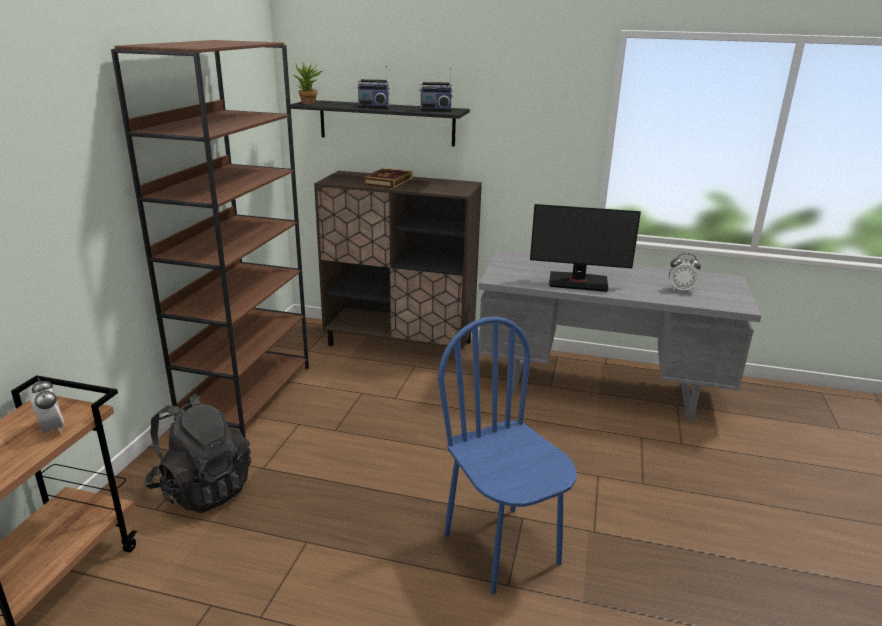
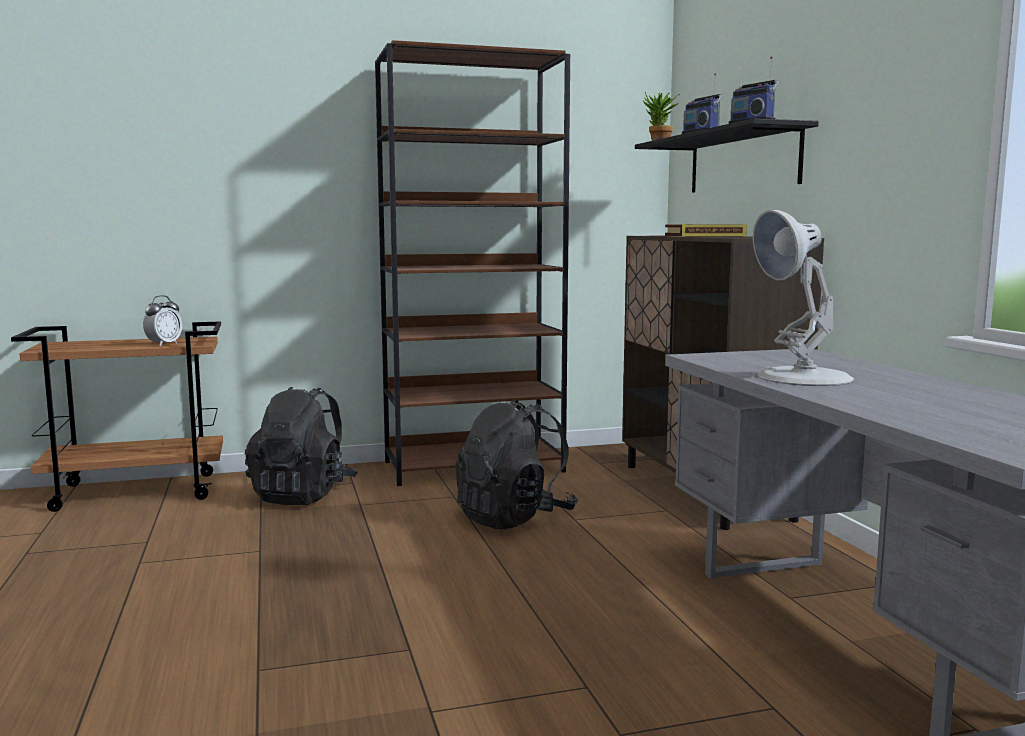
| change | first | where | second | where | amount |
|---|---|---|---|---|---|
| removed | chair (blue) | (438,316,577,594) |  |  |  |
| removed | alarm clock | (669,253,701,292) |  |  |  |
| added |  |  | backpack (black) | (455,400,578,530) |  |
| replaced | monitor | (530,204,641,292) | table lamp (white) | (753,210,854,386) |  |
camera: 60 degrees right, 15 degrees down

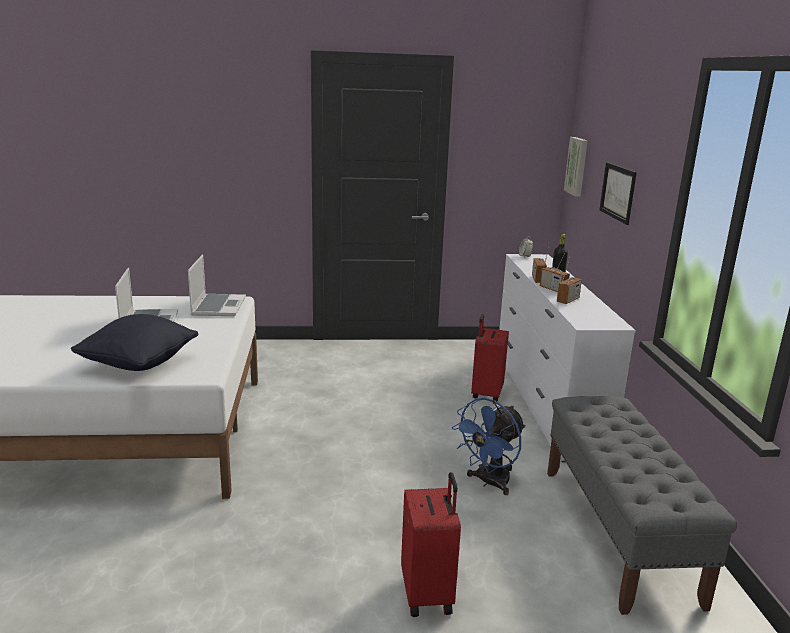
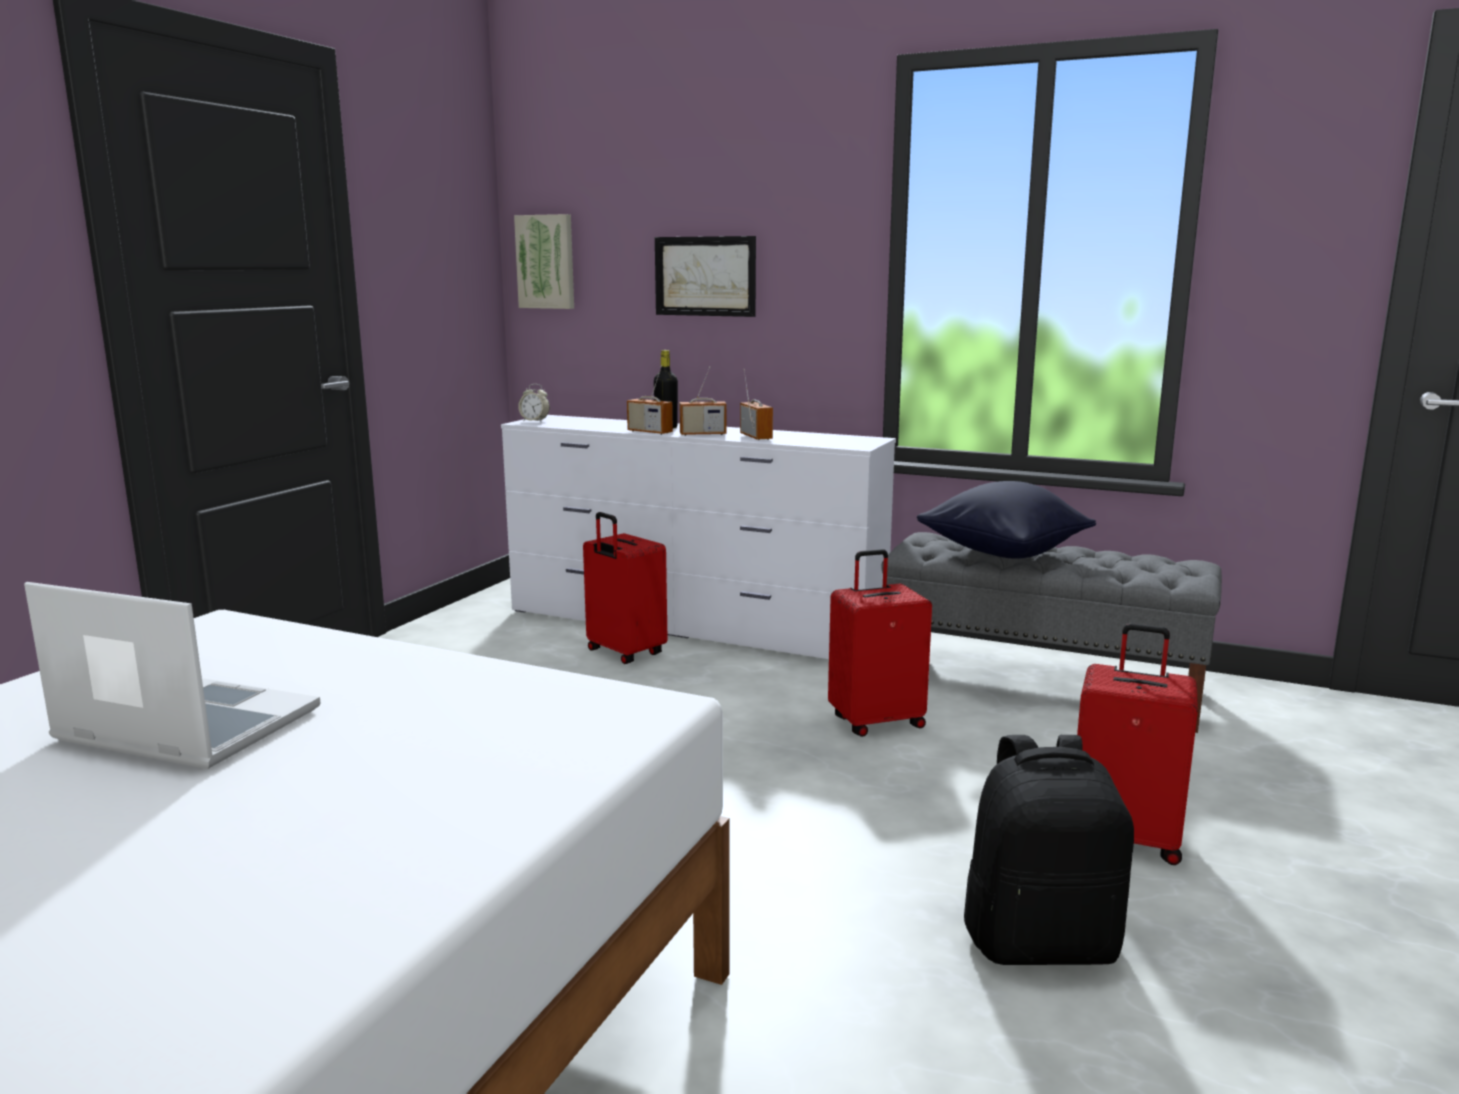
| change | first | where | second | where | amount |
|---|---|---|---|---|---|
| removed | laptop | (188,254,246,316) |  |  |  |
| added |  |  | backpack (black) | (964,735,1134,965) |  |
| moved | pillow (black) | (71,314,199,371) |  | (917,481,1096,559) |  |
| replaced | fan (blue) | (452,398,526,495) | suitcase (red) | (828,549,932,737) |  |
camera: 60 degrees left, 5 degrees down

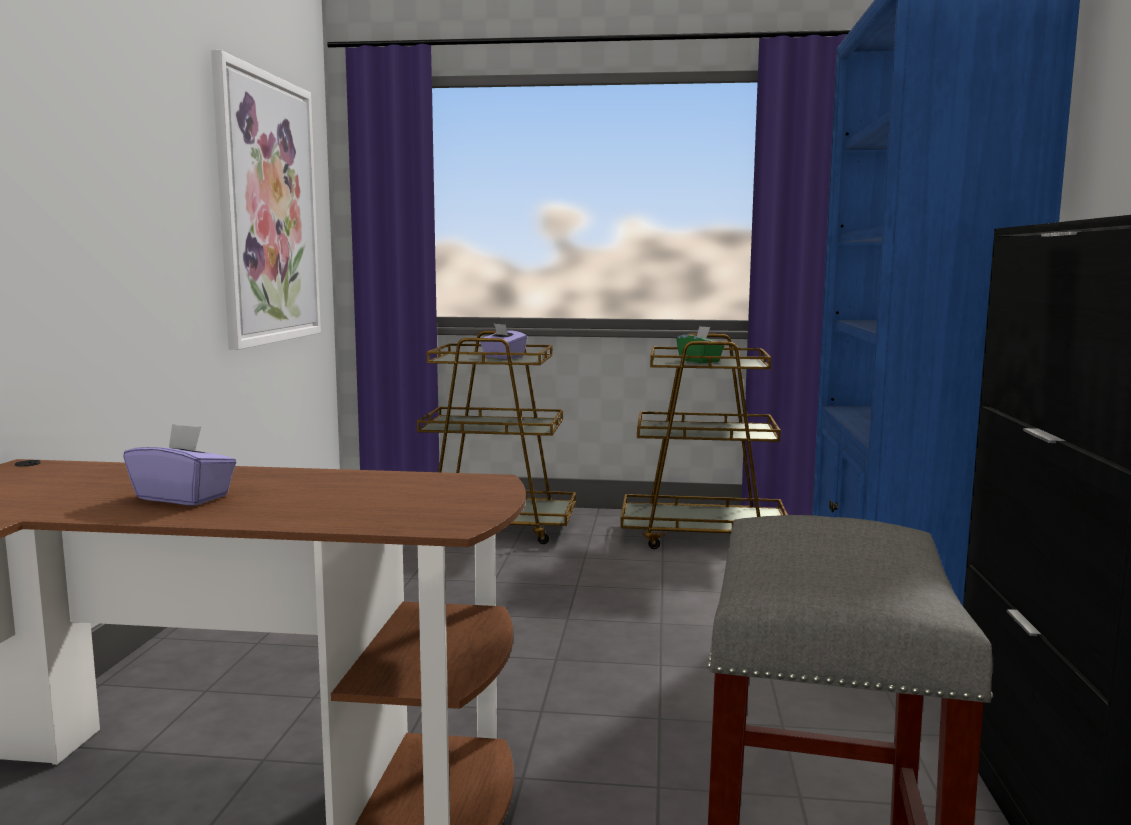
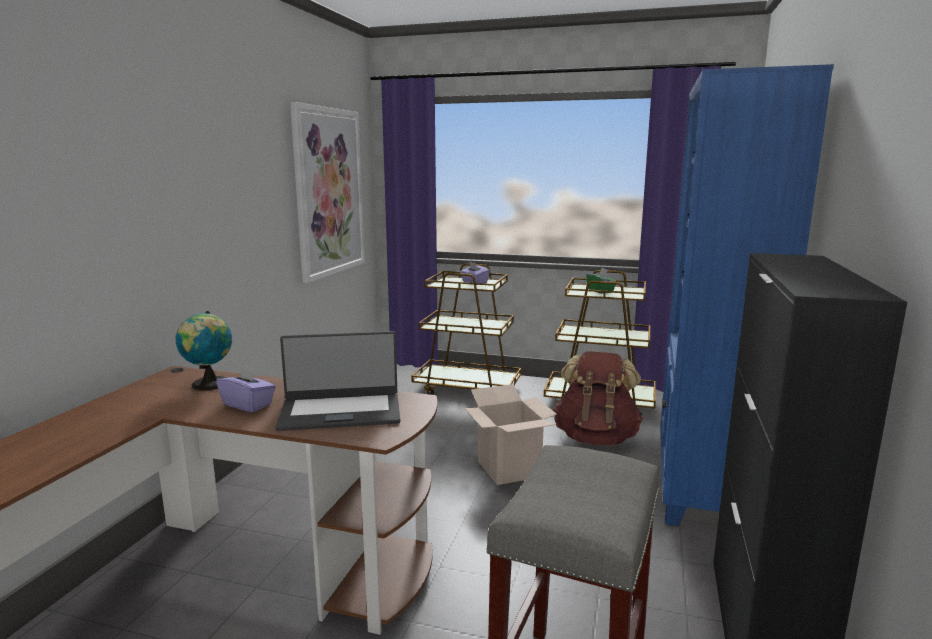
| change | first | where | second | where | amount |
|---|---|---|---|---|---|
| added |  |  | globe | (176,311,232,390) |  |
| added |  |  | laptop | (275,331,400,431) |  |
| added |  |  | cardboard box | (465,384,557,485) |  |
| added |  |  | backpack (brown) | (553,351,643,446) |  |
camera: 10 degrees right, 5 degrees up

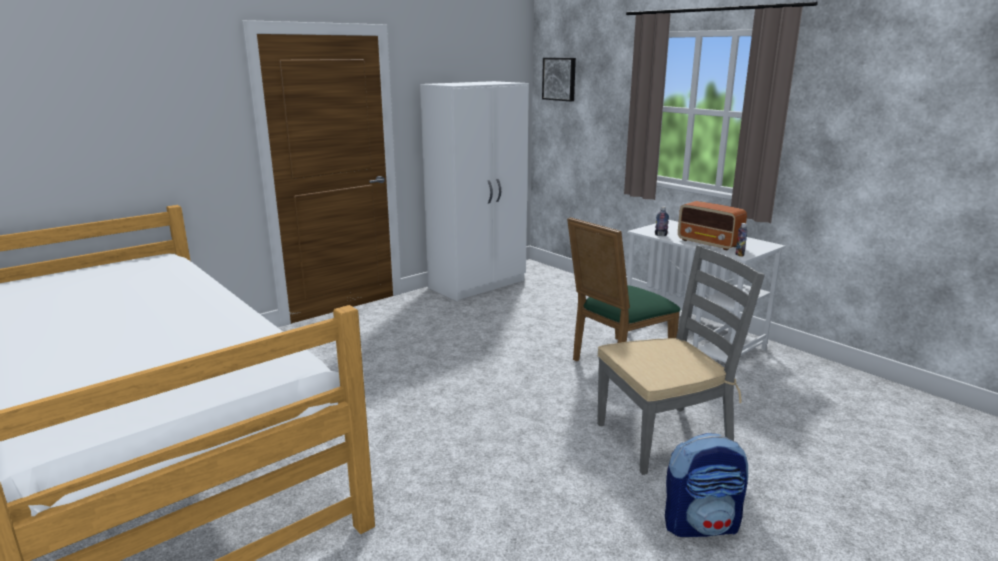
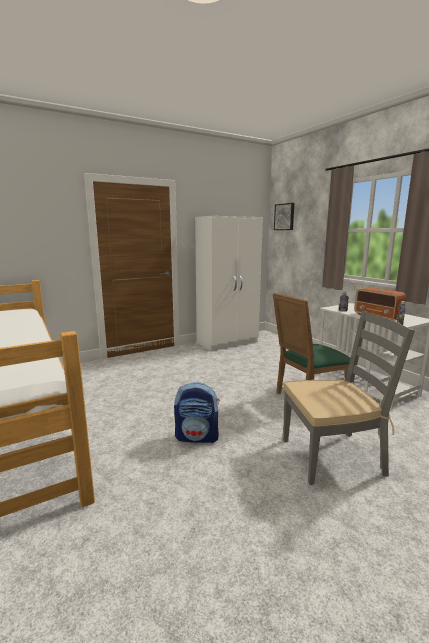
| change | first | where | second | where | amount |
|---|---|---|---|---|---|
| moved | backpack | (665,433,748,537) |  | (174,382,220,443) |  |
camera: 10 degrees right, 5 degrees down

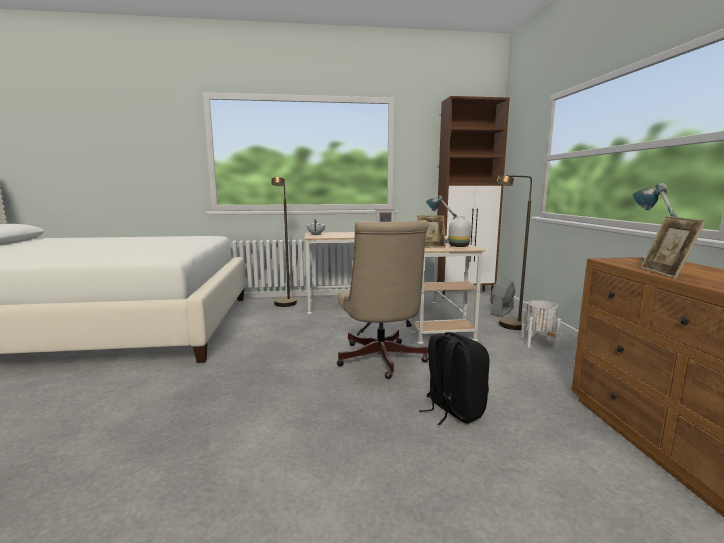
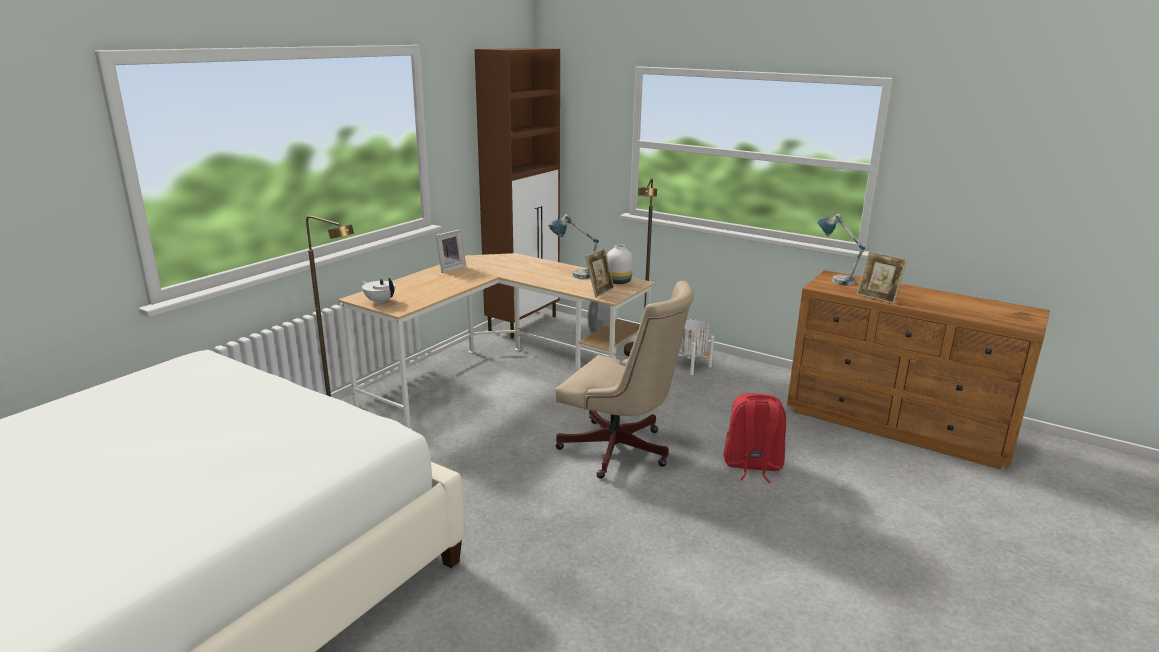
| change | first | where | second | where | amount |
|---|---|---|---|---|---|
| recoloured | backpack (black) | (419,332,489,425) | backpack (red) | (724,393,786,483) |  |
camera: 50 degrees left, 10 degrees up

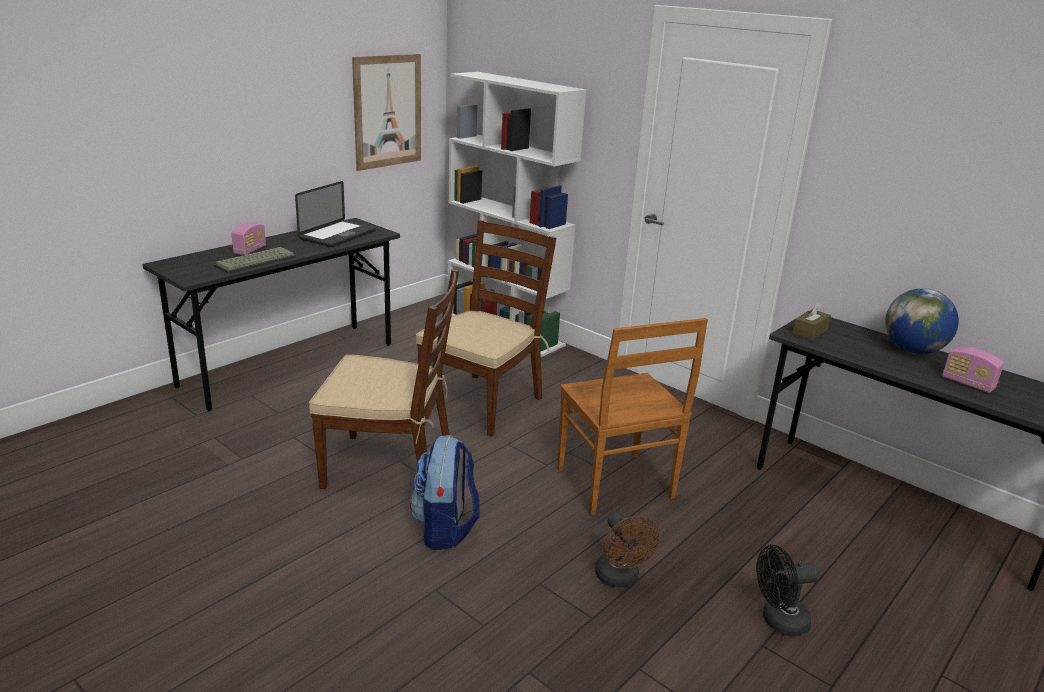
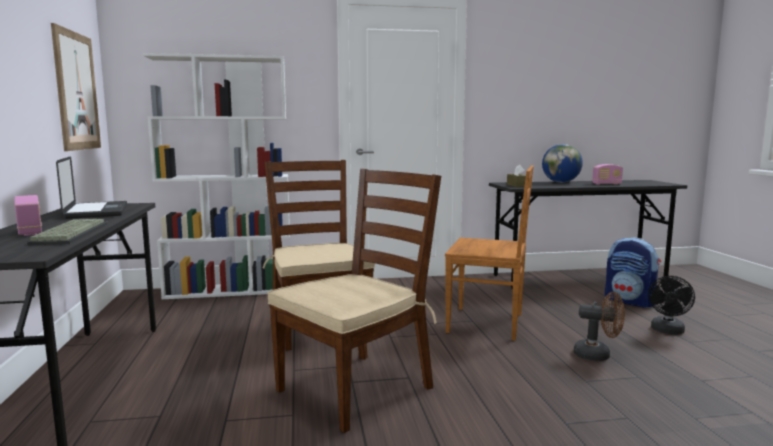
| change | first | where | second | where | amount |
|---|---|---|---|---|---|
| moved | backpack | (410,435,480,550) |  | (605,237,661,308) |  |
camera: 50 degrees left, 15 degrees down

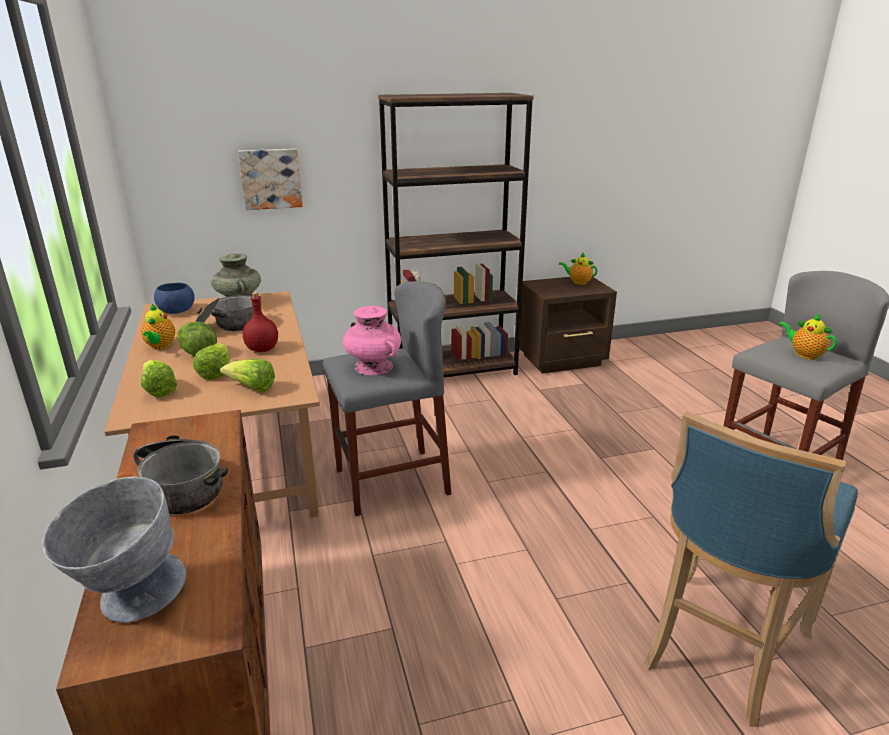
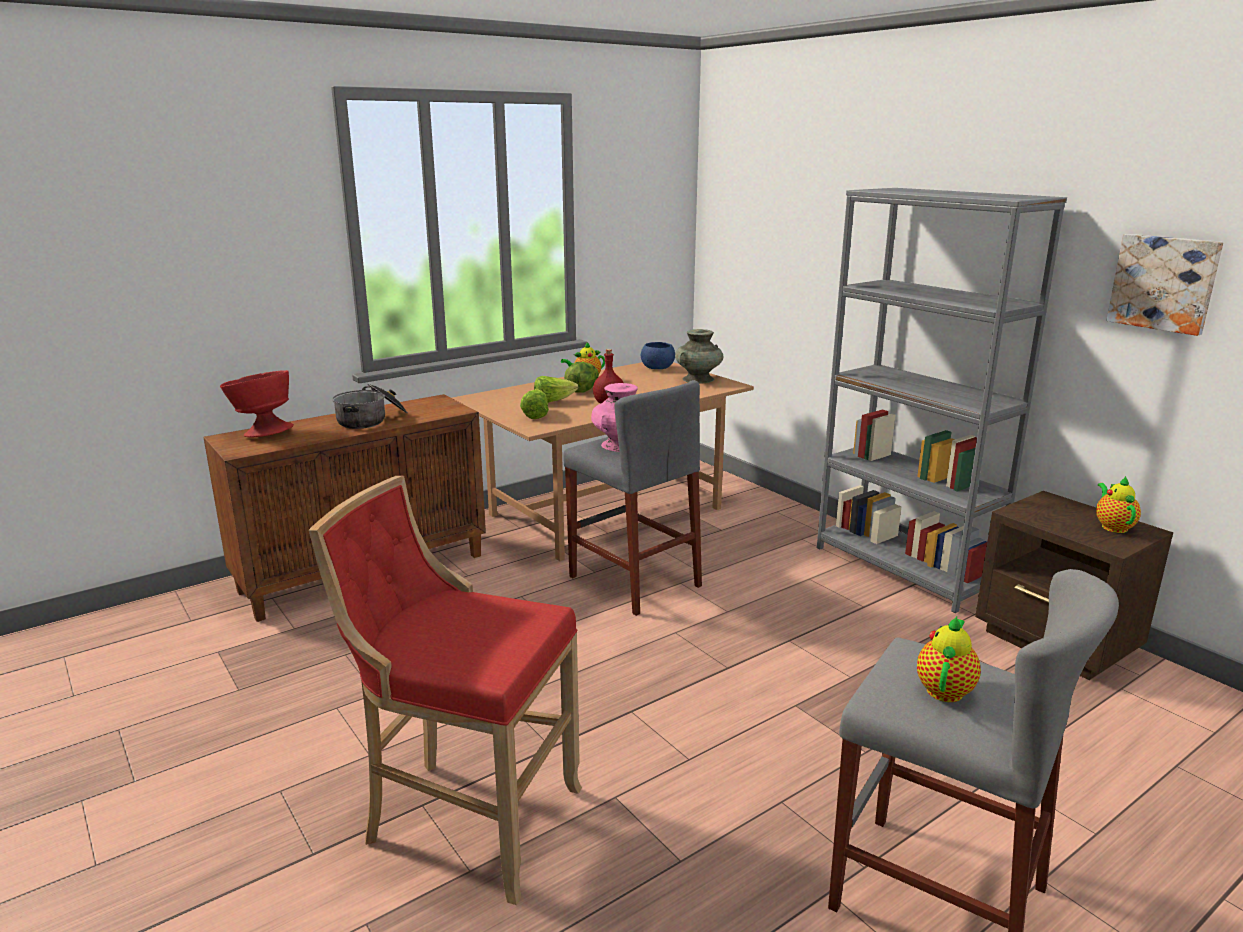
| change | first | where | second | where | amount |
|---|---|---|---|---|---|
| removed | lettuce | (141,360,177,397) |  |  |  |
| removed | cooking pot | (196,292,254,331) |  |  |  |
| moved | picture | (238,149,303,210) |  | (1107,234,1223,336) |  |
| recoloured | bowl (grey) | (42,477,186,623) | bowl (red) | (220,370,294,438) |  |
| recoloured | bookcase (brown) | (378,93,534,377) | bookcase (grey) | (817,188,1067,613) |  |
| recoloured | stool (blue) | (644,411,858,727) | stool (red) | (308,476,582,905) |  |
camera: 70 degrees right, 5 degrees down

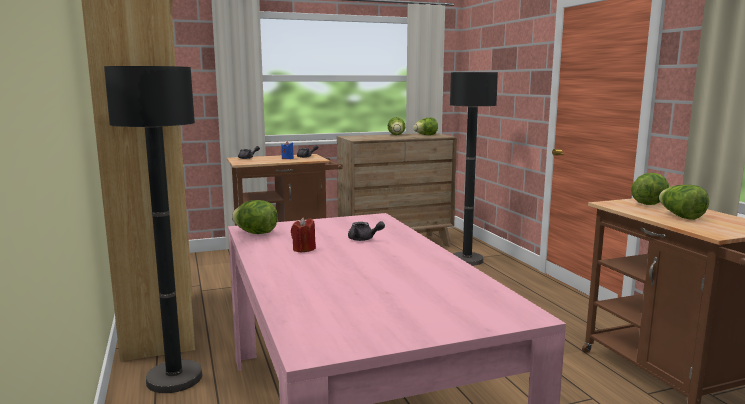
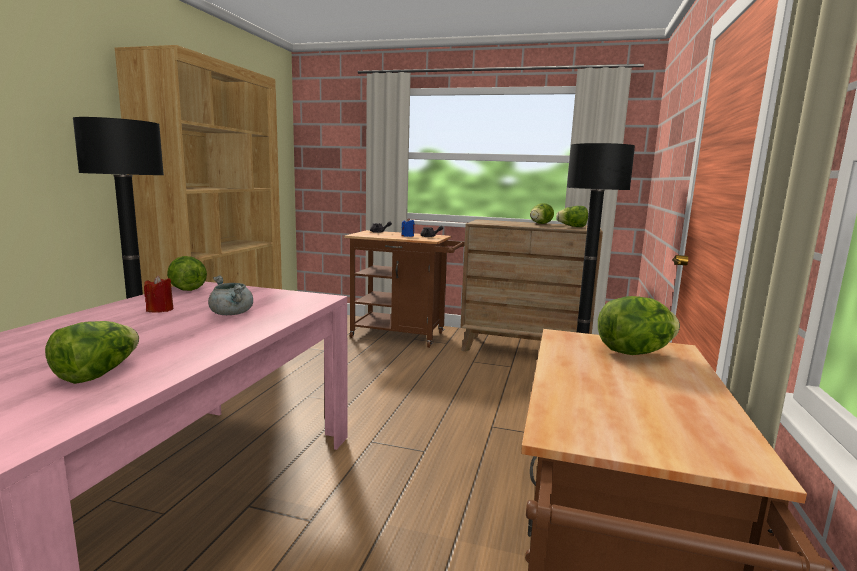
| change | first | where | second | where | amount |
|---|---|---|---|---|---|
| moved | lettuce | (659,185,709,220) |  | (45,321,139,384) |  |
| replaced | teapot (grey) | (348,221,385,241) | cooking pot (grey) | (208,275,253,315) |  |
camera: 35 degrees right, 0 degrees up

